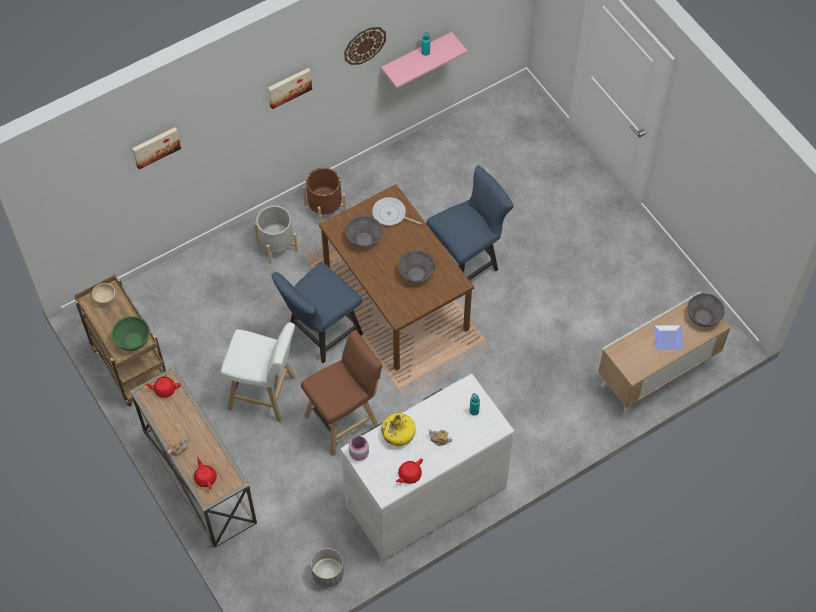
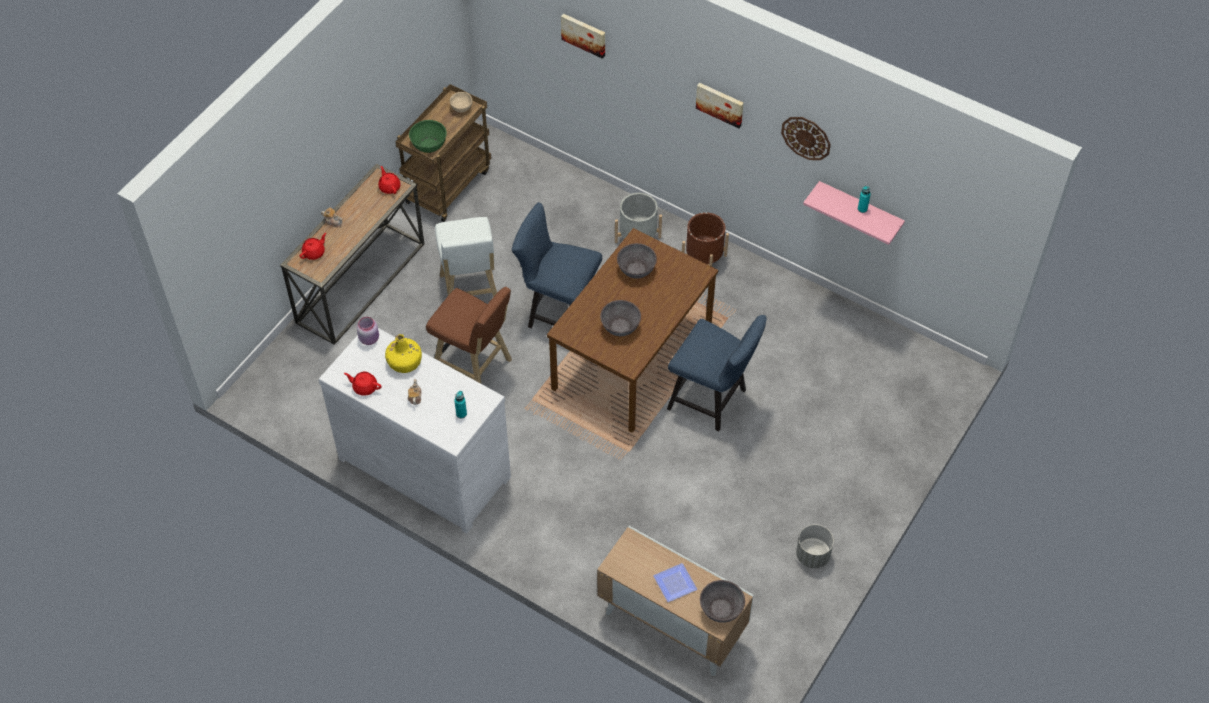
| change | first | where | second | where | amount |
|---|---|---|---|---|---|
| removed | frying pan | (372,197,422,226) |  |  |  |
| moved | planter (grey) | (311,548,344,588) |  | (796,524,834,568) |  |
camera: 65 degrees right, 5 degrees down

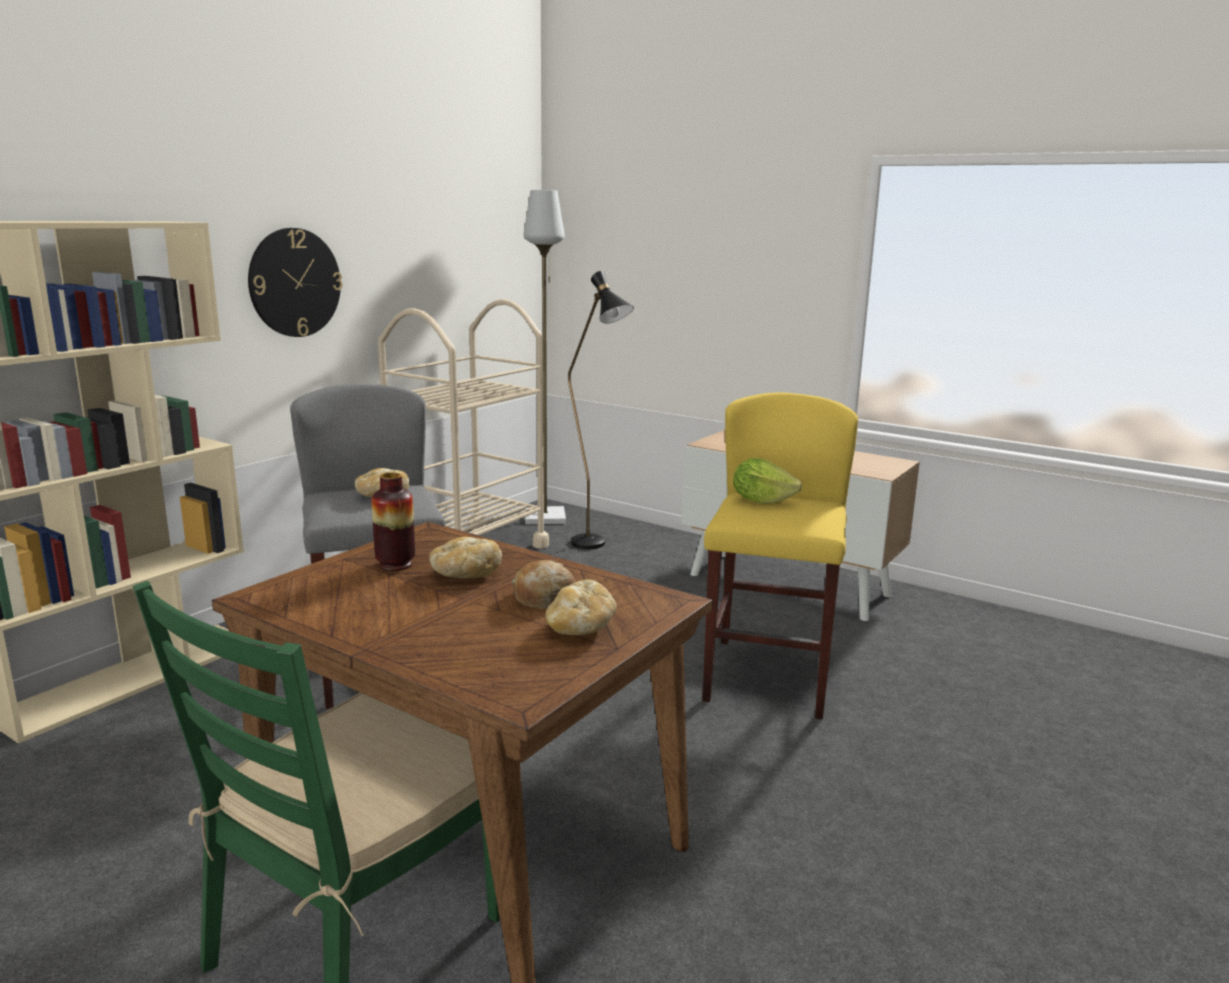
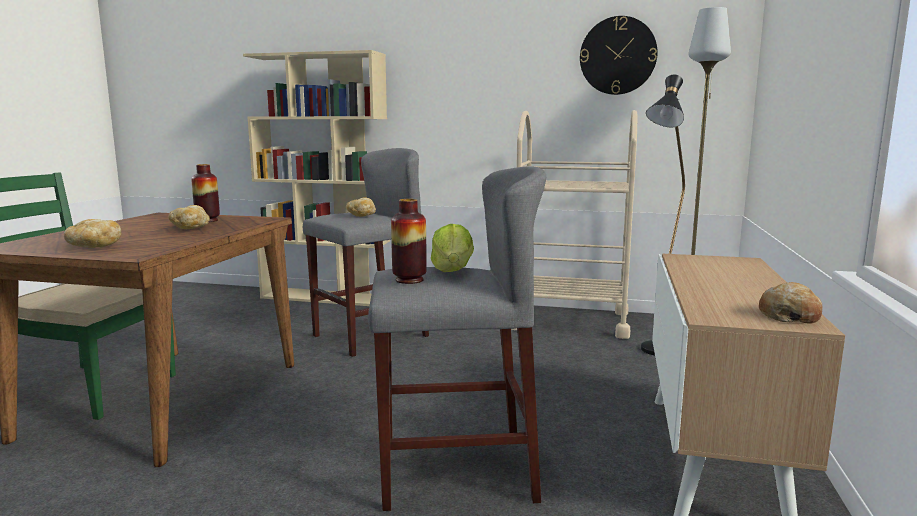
| change | first | where | second | where | amount |
|---|---|---|---|---|---|
| added |  |  | vase | (391,199,427,284) |  |
| moved | wall clock | (248,228,343,337) |  | (580,16,658,95) |  |
| moved | bread | (511,560,576,609) |  | (759,282,822,324) |  |
| recoloured | stool (yellow) | (702,392,858,719) | stool (grey) | (368,166,546,511) |  |
camera: 70 degrees right, 5 degrees down

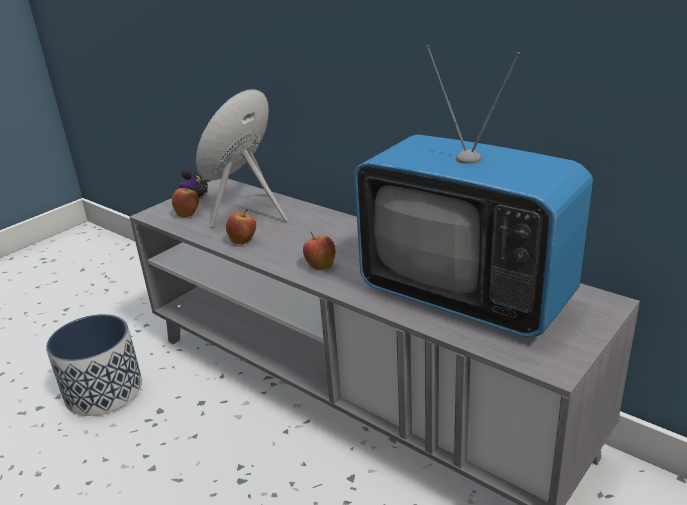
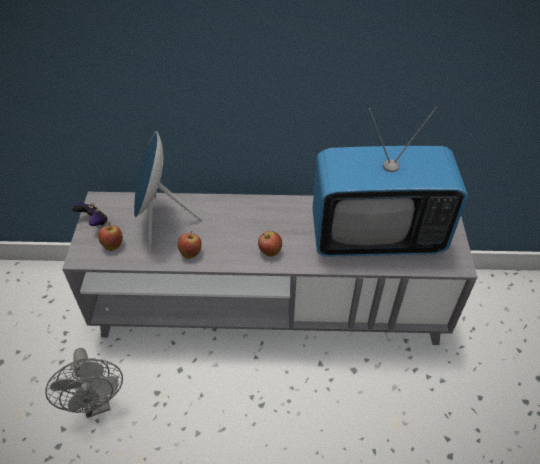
| change | first | where | second | where | amount |
|---|---|---|---|---|---|
| replaced | planter | (46,314,142,416) | fan (grey) | (45,348,123,418) |  |
camera: 40 degrees left, 20 degrees up

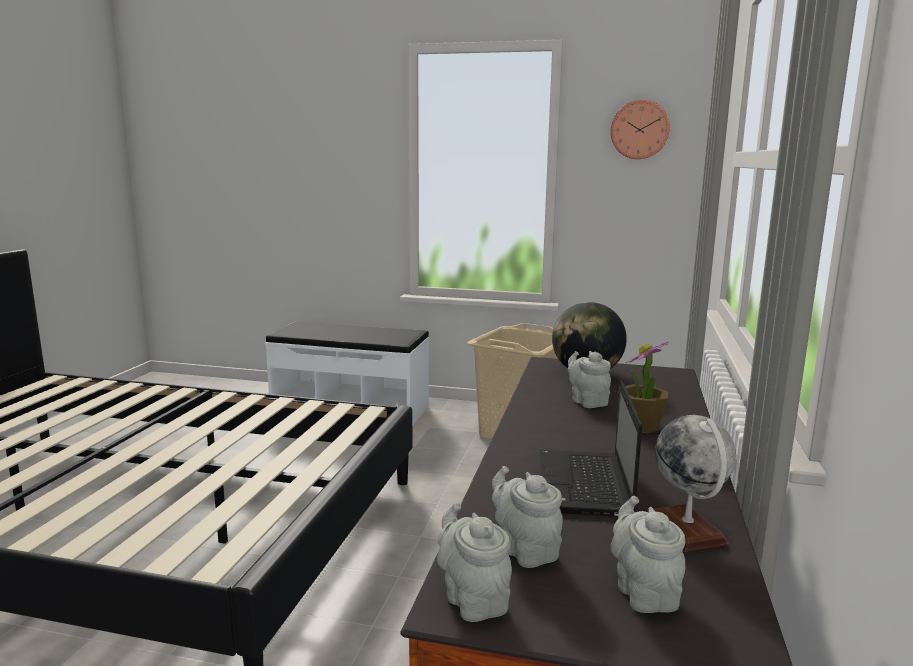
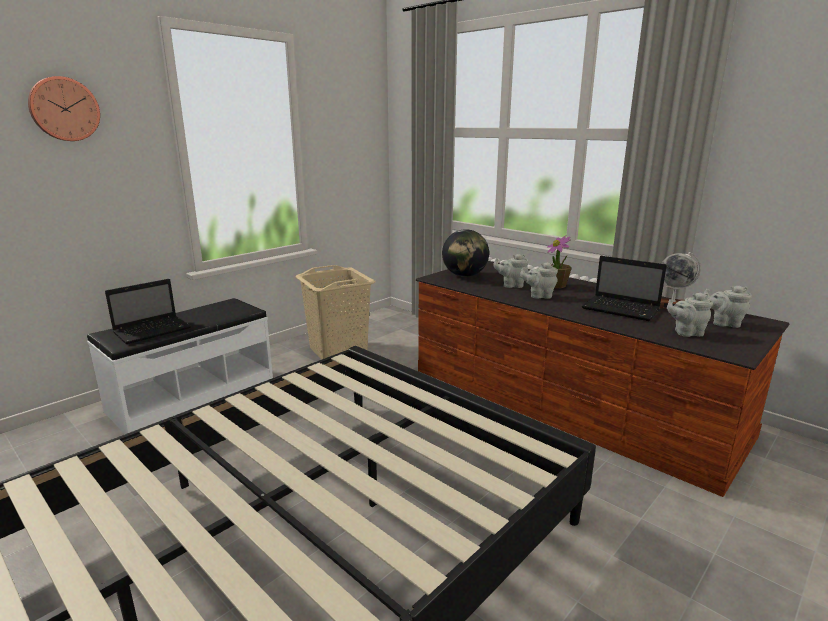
| change | first | where | second | where | amount |
|---|---|---|---|---|---|
| added |  |  | laptop | (105,279,191,344) |  |
| moved | teapot (grey) | (437,502,512,622) |  | (520,262,558,299) |  |
| moved | wall clock | (611,100,670,159) |  | (28,76,100,141) |  |
camera: 60 degrees left, 5 degrees up

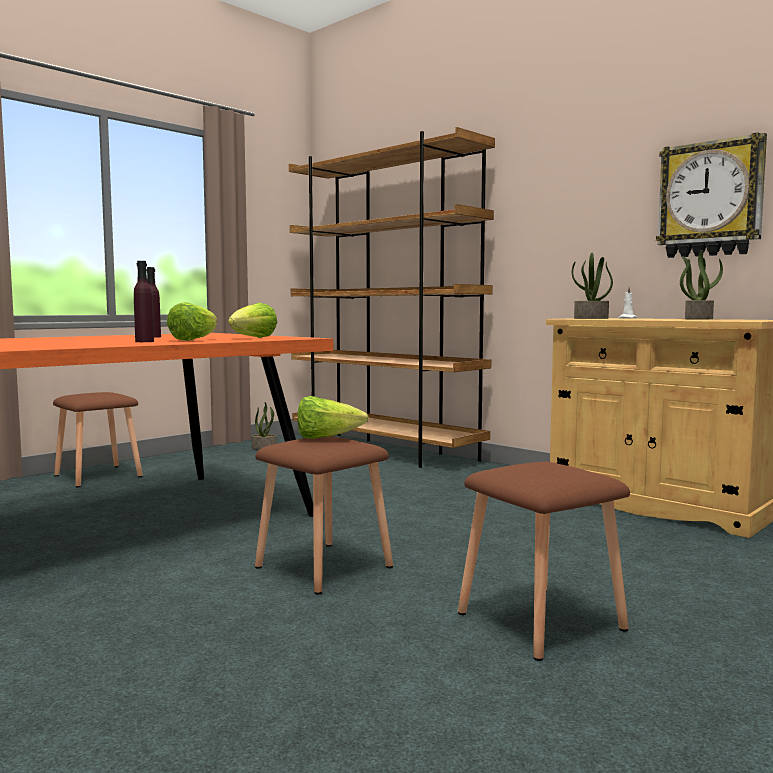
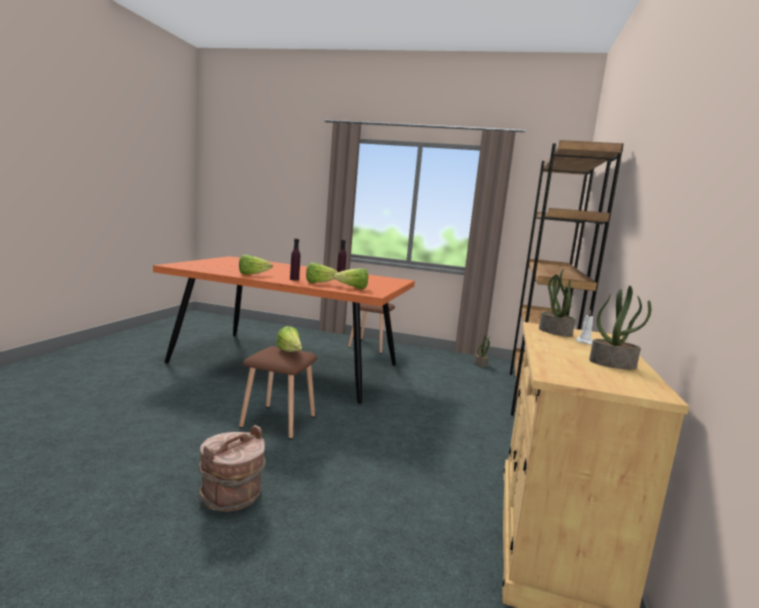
| change | first | where | second | where | amount |
|---|---|---|---|---|---|
| removed | wall clock | (656,132,767,258) |  |  |  |
| added |  |  | lettuce | (239,255,273,275) |  |
| replaced | stool (brown) | (458,462,630,661) | bucket (brown) | (199,425,266,512) |  |
camera: 60 degrees right, 5 degrees up

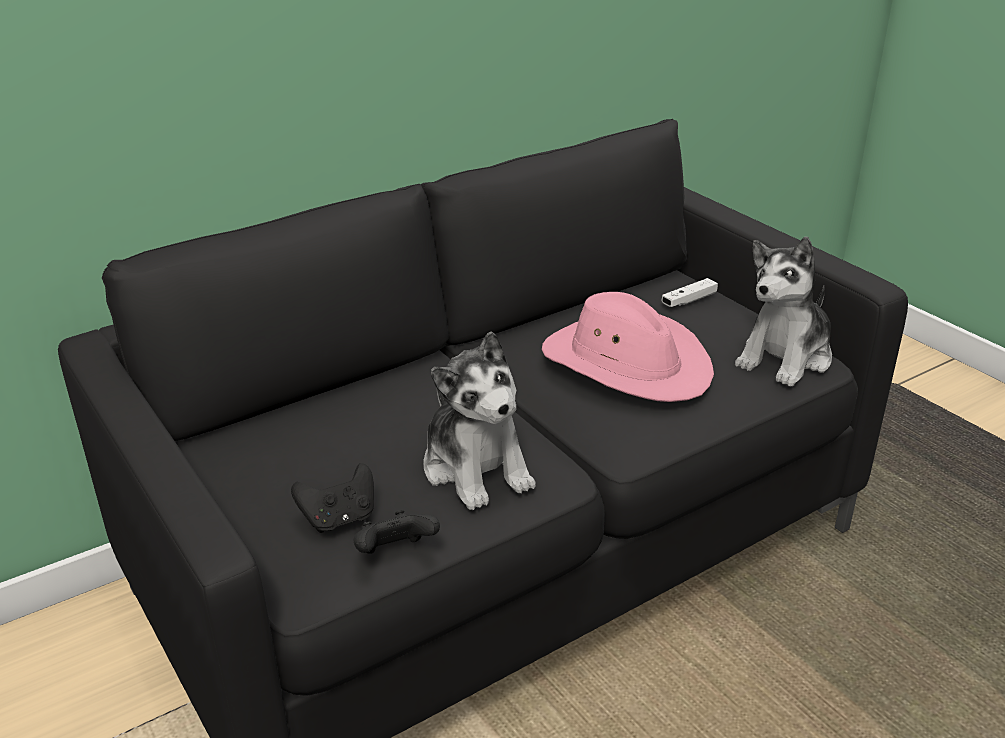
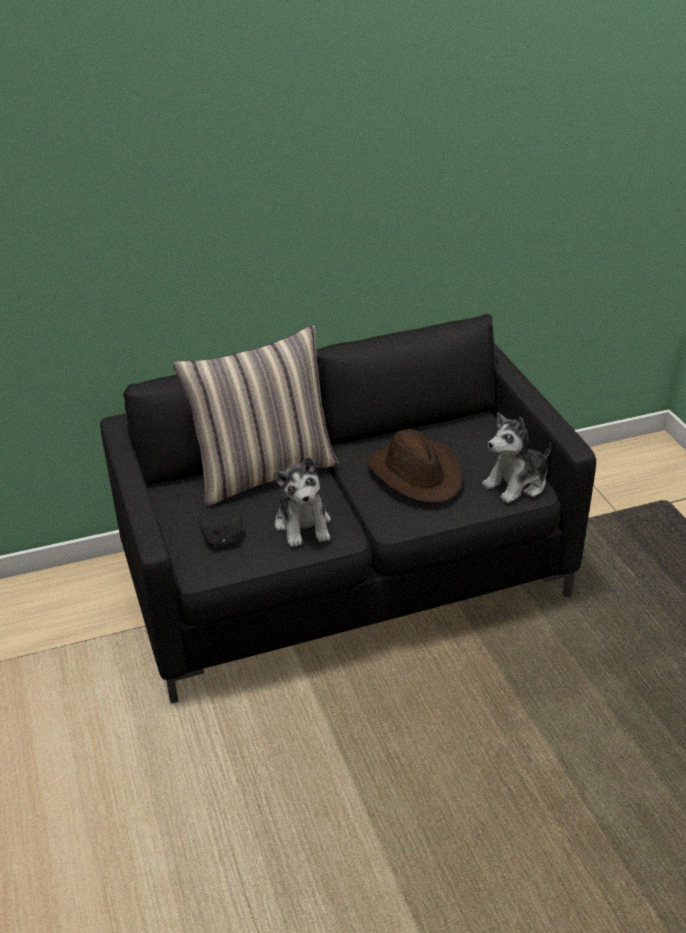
| change | first | where | second | where | amount |
|---|---|---|---|---|---|
| removed | game controller (black) | (354,510,440,554) |  |  |  |
| removed | game controller (white) | (662,278,718,307) |  |  |  |
| added |  |  | pillow | (173,325,339,506) |  |
| recoloured | hat (pink) | (542,292,714,402) | hat (brown) | (366,429,463,503) |  |
camera: 15 degrees right, 5 degrees up

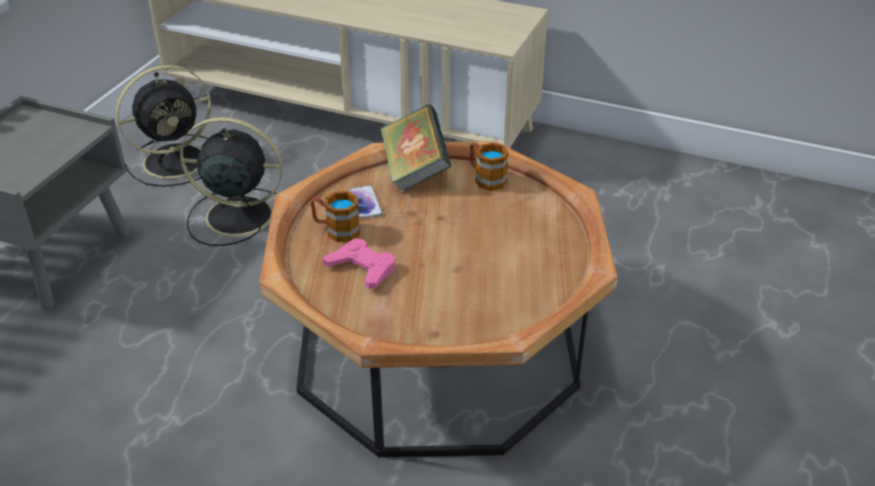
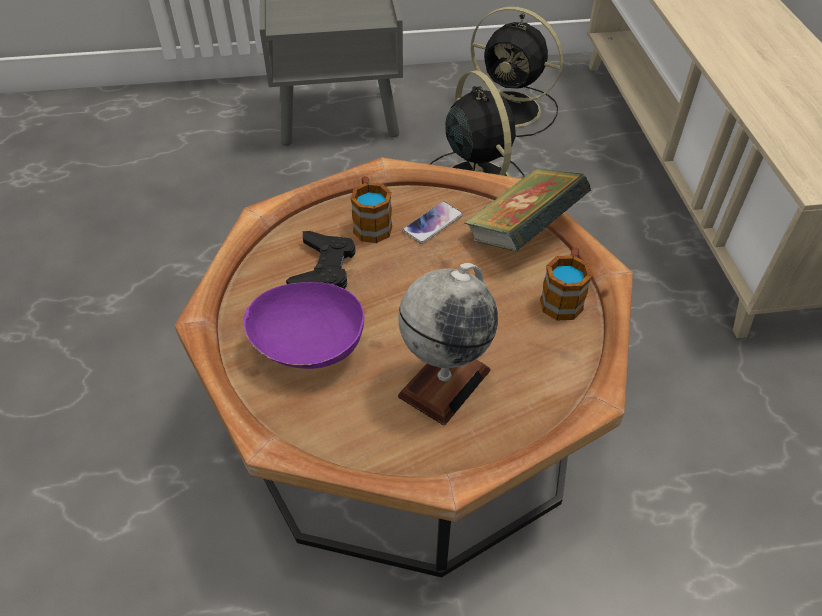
| change | first | where | second | where | amount |
|---|---|---|---|---|---|
| added |  |  | bowl (purple) | (244,282,365,369) |  |
| added |  |  | globe | (398,263,498,426) |  |
| recoloured | game controller (pink) | (323,238,396,289) | game controller (black) | (286,231,356,289) |  |
camera: 60 degrees right, 10 degrees up

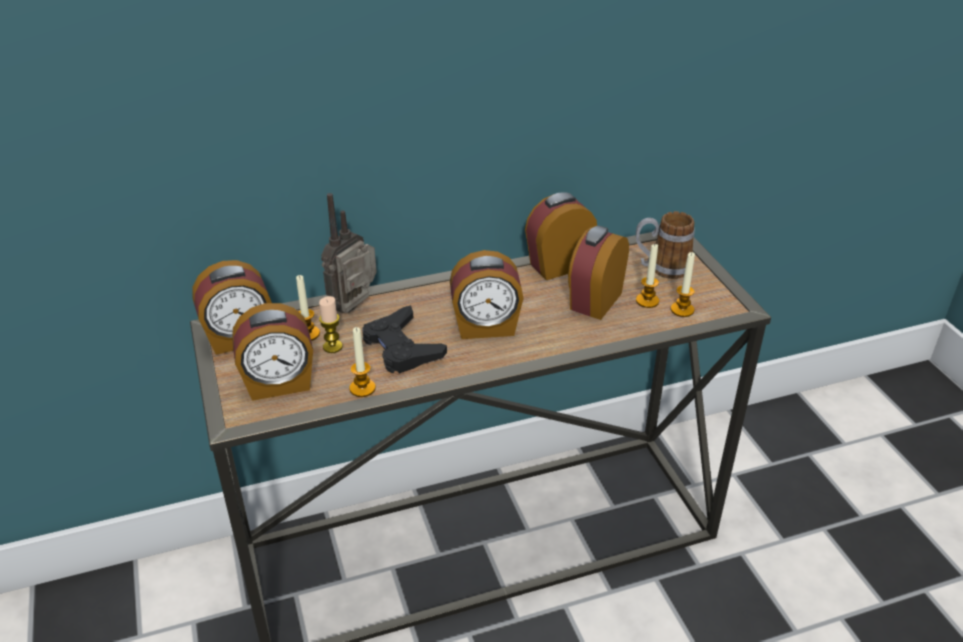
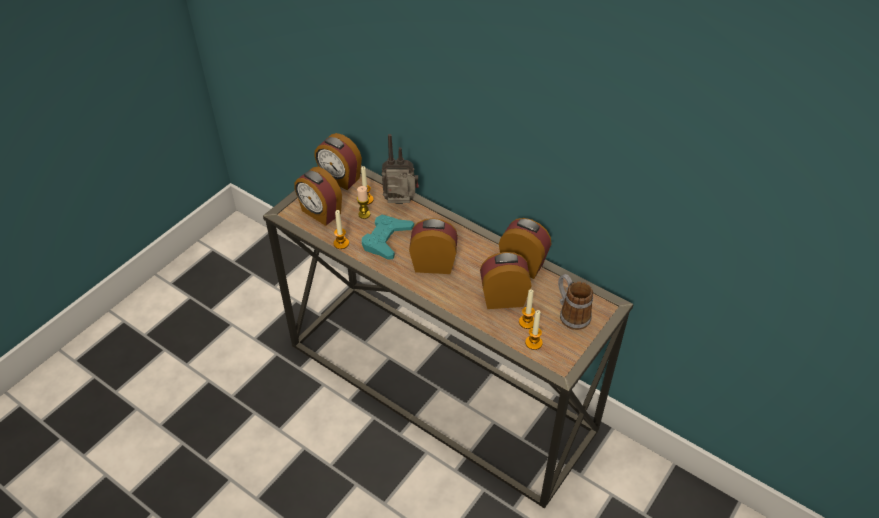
| change | first | where | second | where | amount |
|---|---|---|---|---|---|
| recoloured | game controller (black) | (362,305,447,373) | game controller (turquoise) | (362,215,414,260) |  |
| turned | alarm clock | (450,250,524,339) |  | (409,218,458,274) | 135 degrees clockwise |
camera: 55 degrees right, 10 degrees up

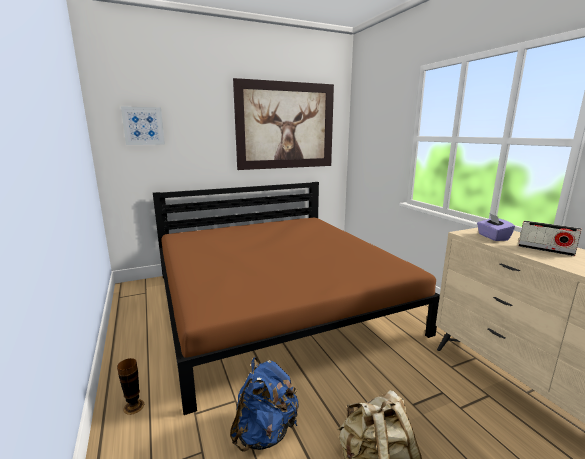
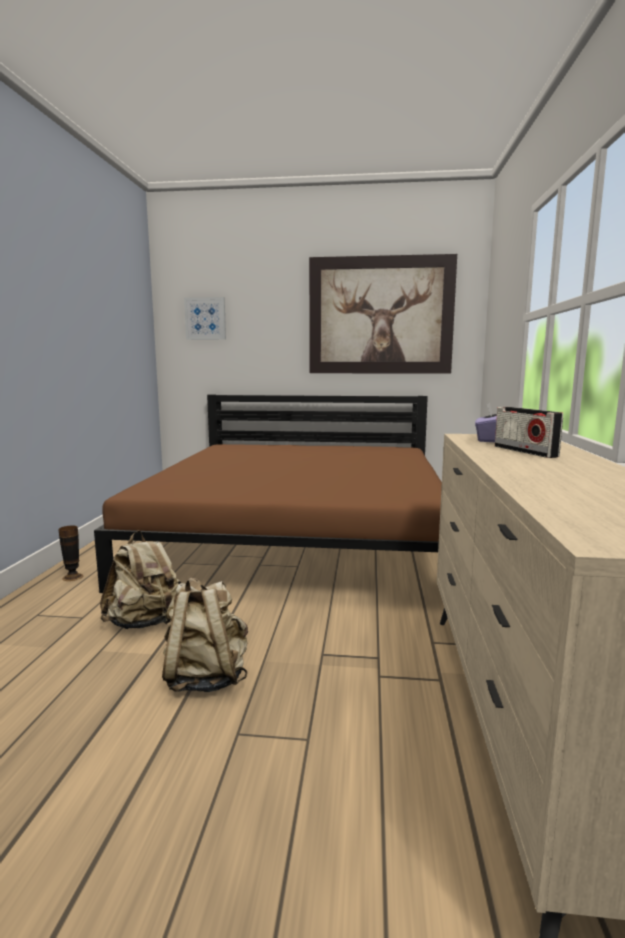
| change | first | where | second | where | amount |
|---|---|---|---|---|---|
| recoloured | backpack (blue) | (230,357,299,452) | backpack (beige) | (100,531,181,629) |  |
camera: 30 degrees right, 5 degrees down

